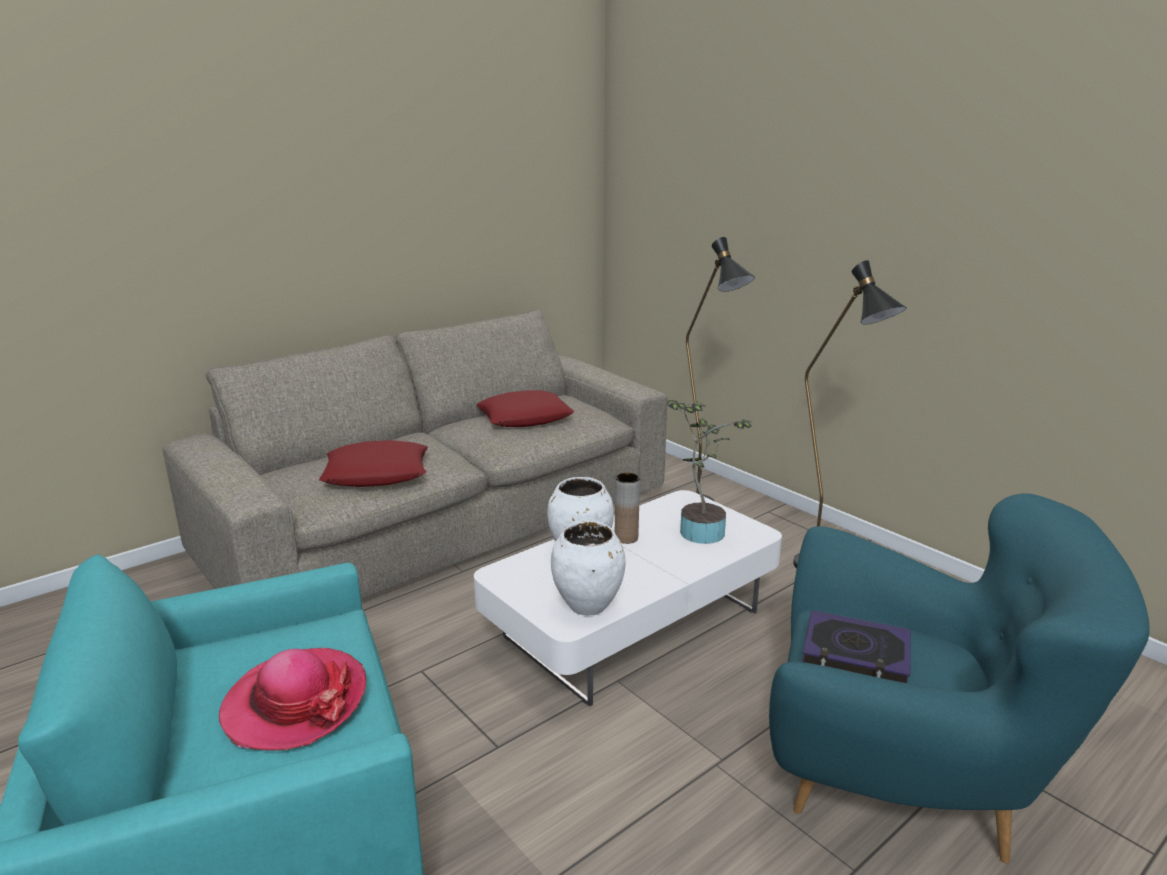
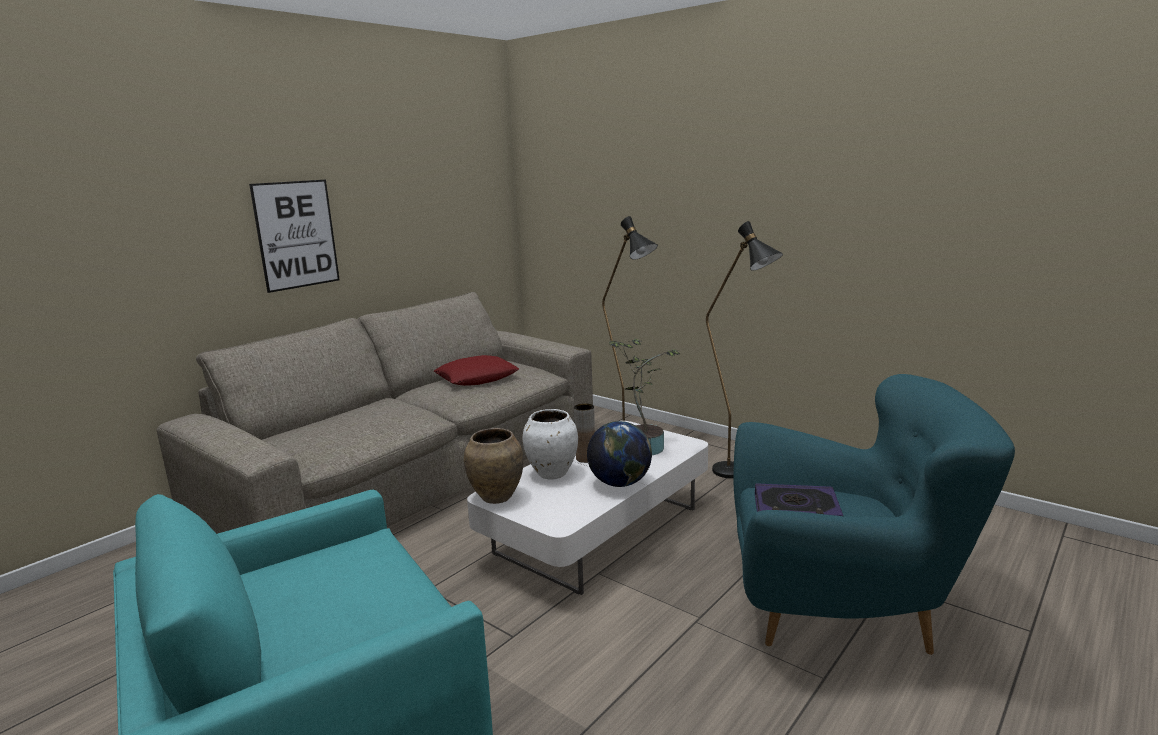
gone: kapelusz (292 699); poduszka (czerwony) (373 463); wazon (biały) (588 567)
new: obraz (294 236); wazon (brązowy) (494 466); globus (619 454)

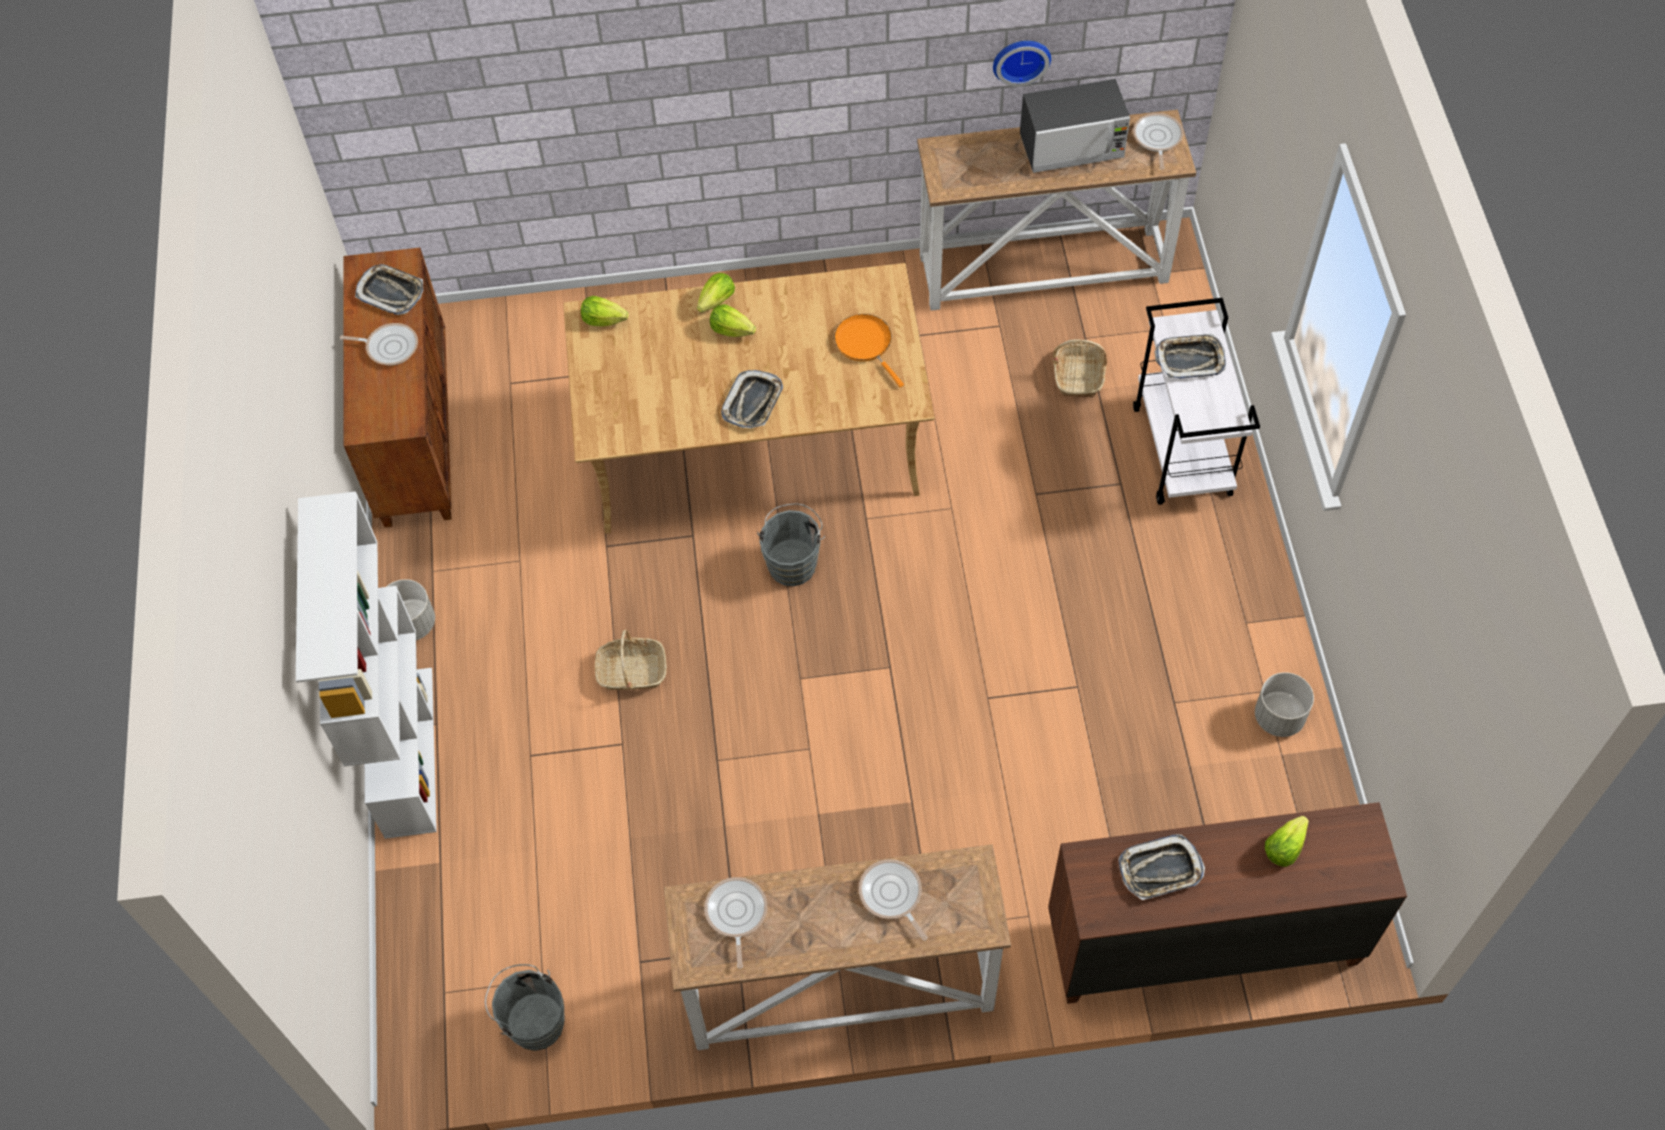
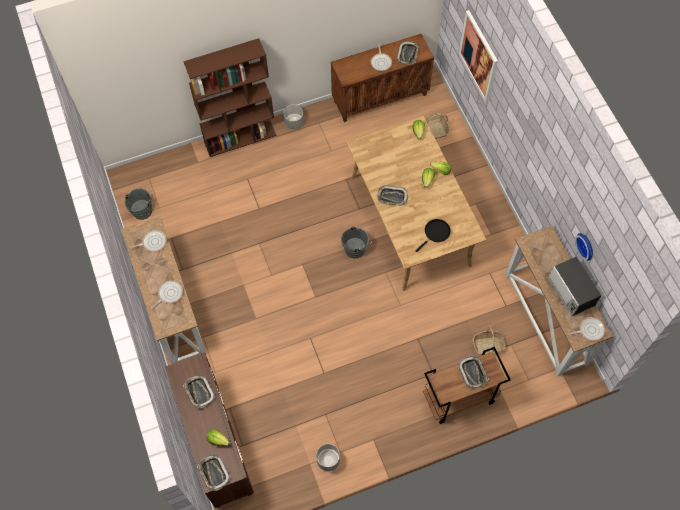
new: taca (213 472); obraz (478 56)
shifted: koszyk (631 660) to (437 126)
repainted: regał (biały) (366 665) to regał (brązowy) (229 97); patelnia (pomarańczowy) (869 350) to patelnia (czarny) (433 235); wózek (biały) (1196 401) to wózek (brązowy) (467 385)

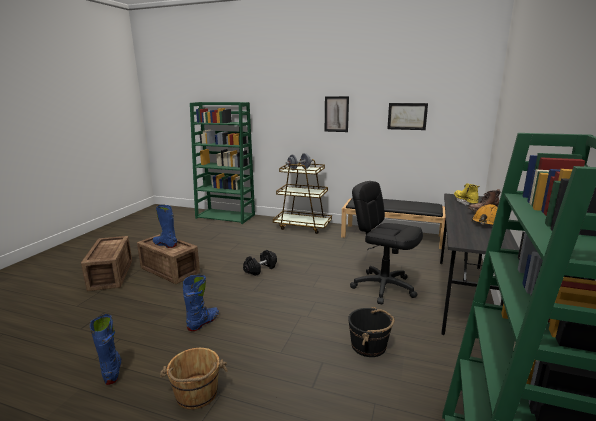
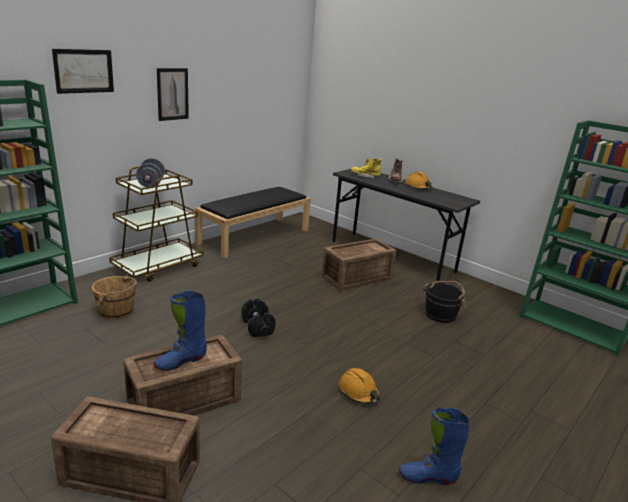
shifted: obraz (407 116) to (83 71); wiadro (brązowy) (194 379) to (114 298)
swapped: krzesło biurowe (czarny) (386 242) to skrzynka (359 265); but z cholewką (niebieski) (201 303) to kask (pomarańczowy) (359 386)

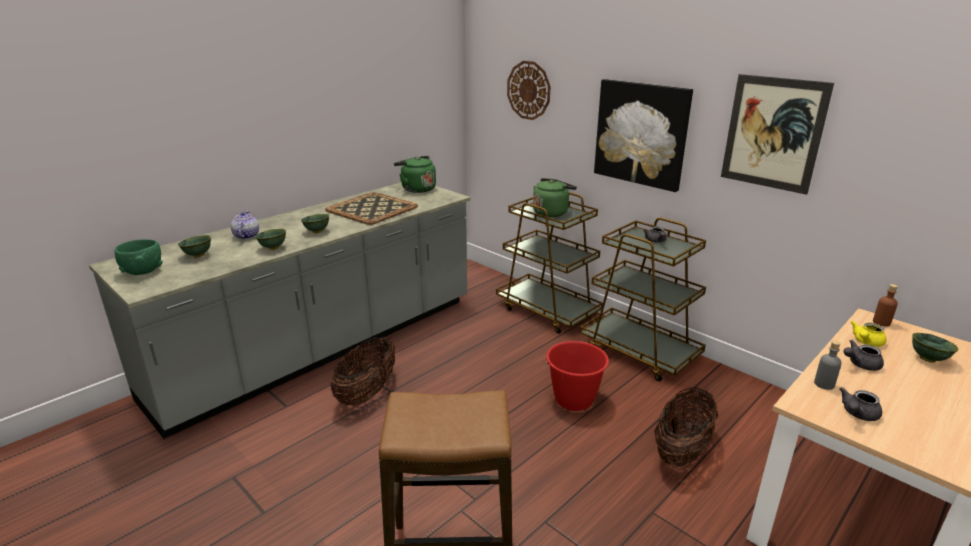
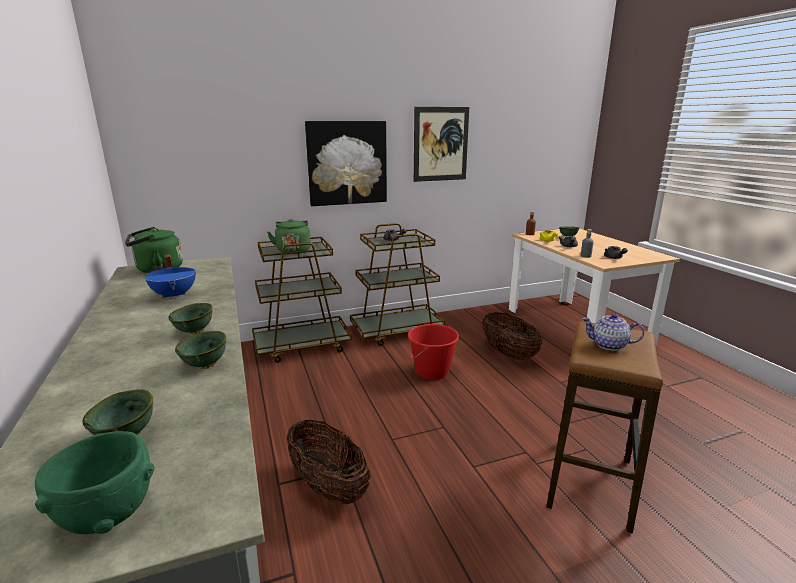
gone: zegar ścienny (528 90)
shifted: imbryk (245 225) to (613 332)
swapped: taca (371 208) to garnek (niebieski) (170 276)

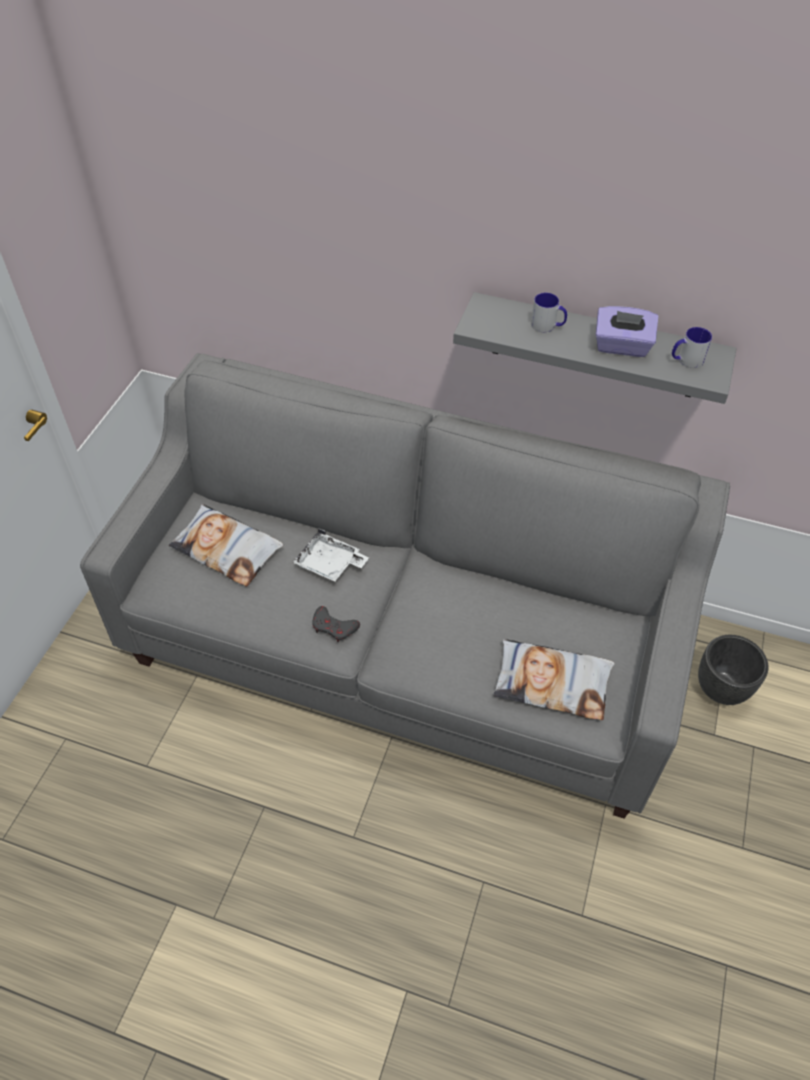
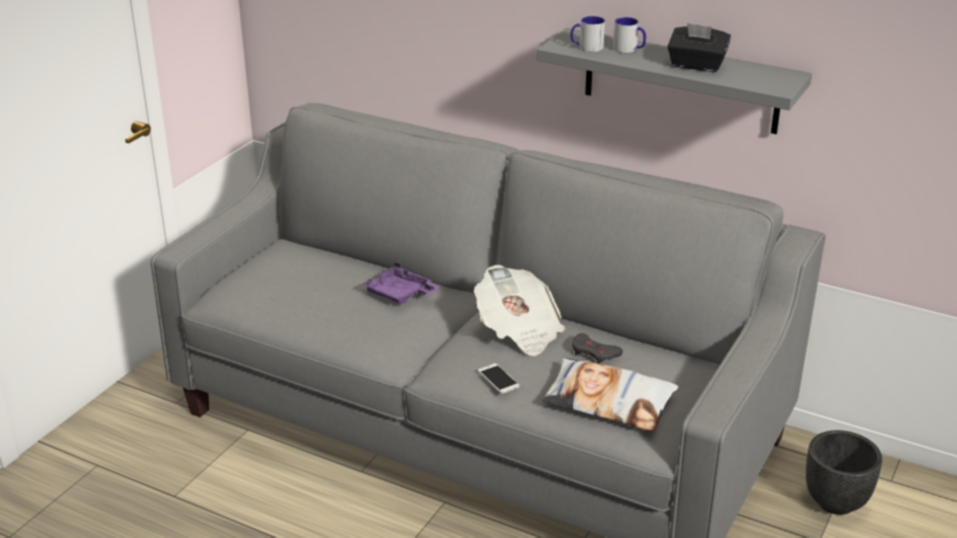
gone: poduszka (226 545)
new: gazeta (519 310); telefon (498 379)
shifted: kubek (692 347) to (588 34); pad do gier (szary) (336 624) to (597 348)
repainted: taca (biały) (331 555) to taca (fioletowy) (401 283); pudełko chusteczek (fioletowy) (627 331) to pudełko chusteczek (czarny) (699 47)

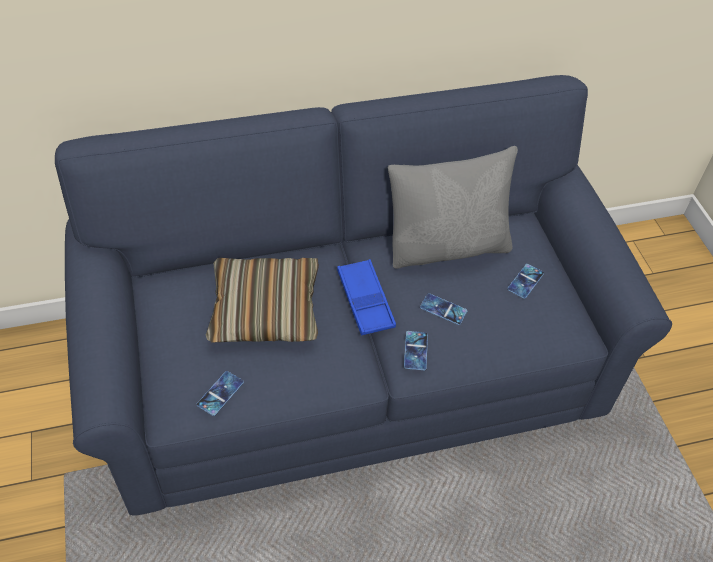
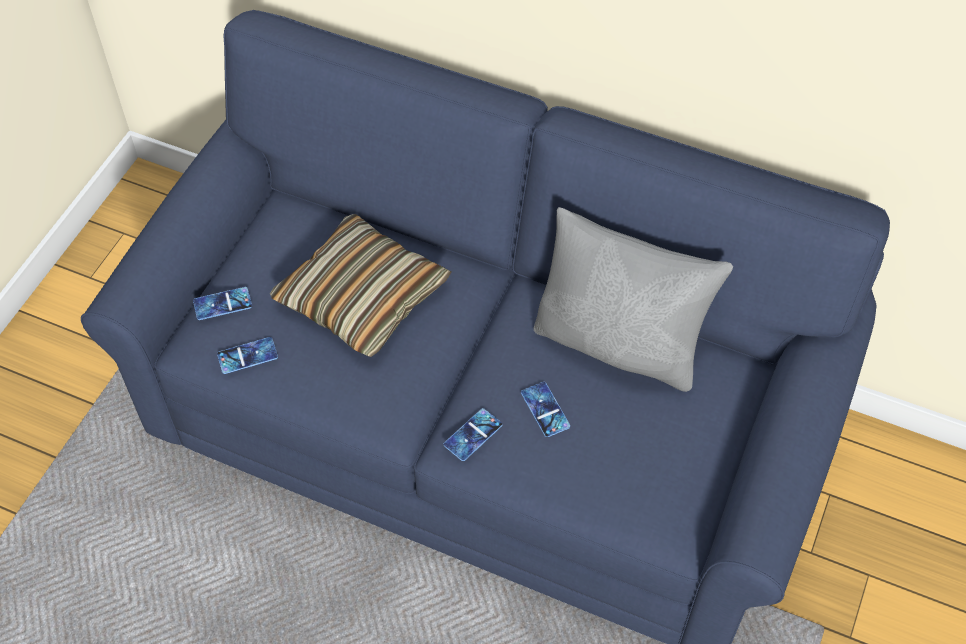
gone: taca (niebieski) (366 297)
shifted: telefon (525 281) to (222 303)

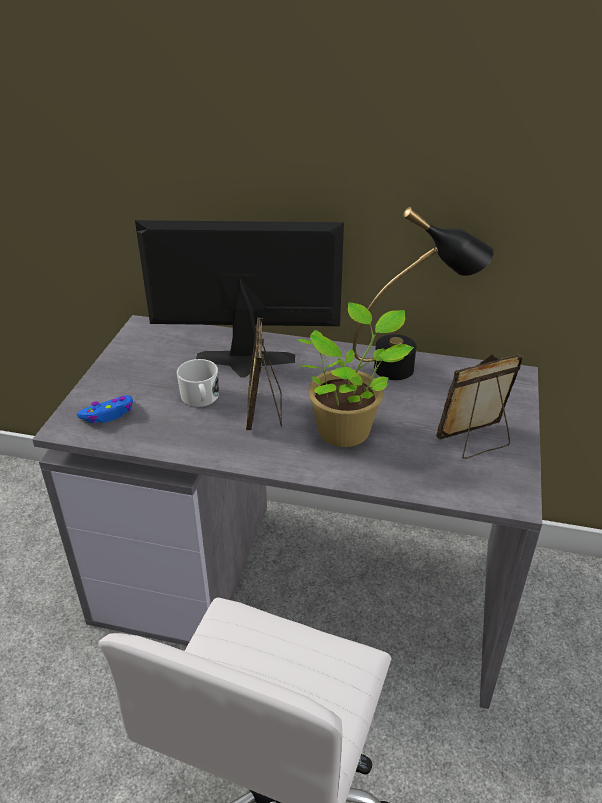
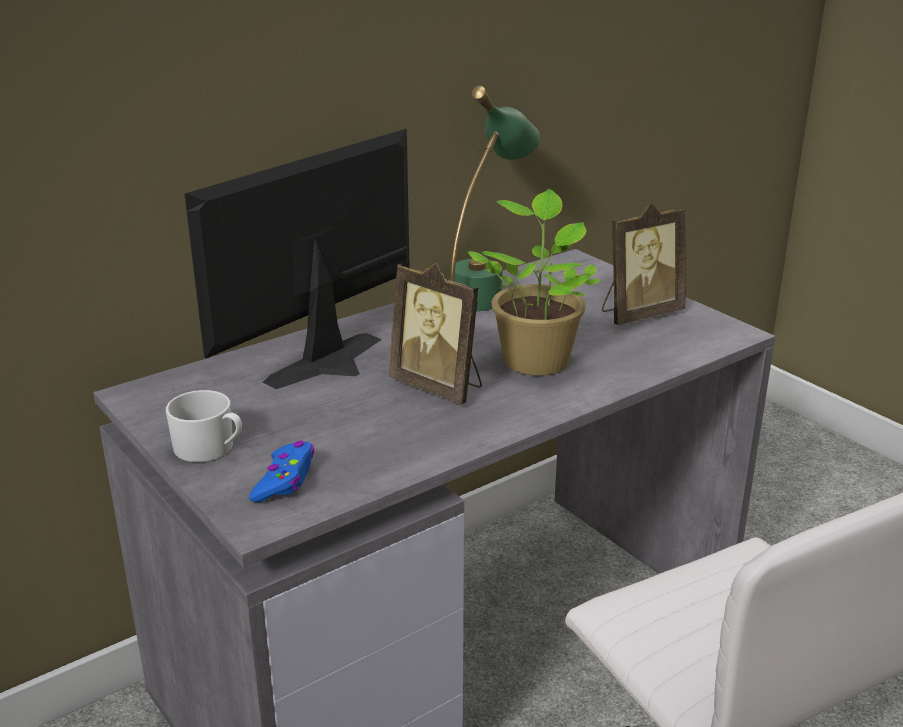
shifted: kubek (biały) (198 383) to (204 426)
repainted: lampa stołowa (czarny) (423 293) to lampa stołowa (zielony) (495 198)
rotated: ramka na zdjęcie (479 406) = (644 264) 135 degrees counterclockwise

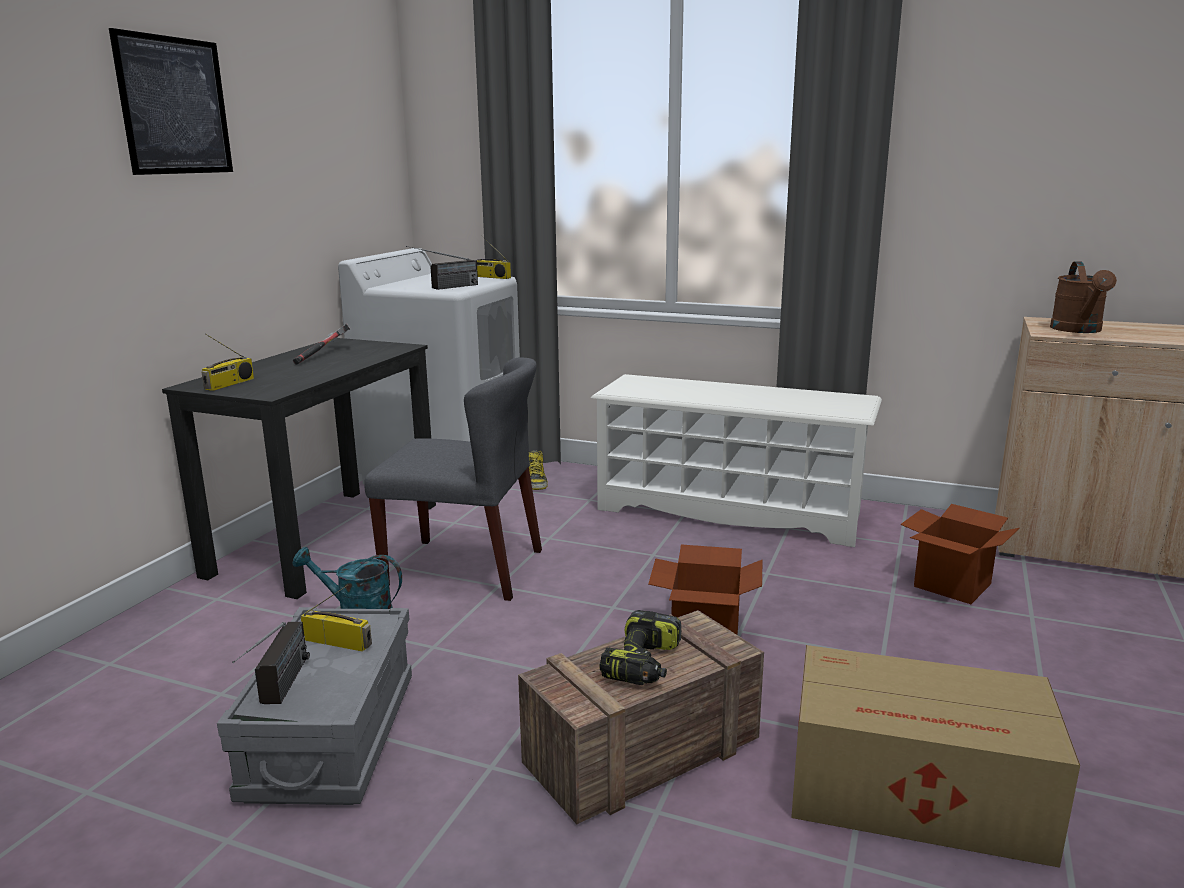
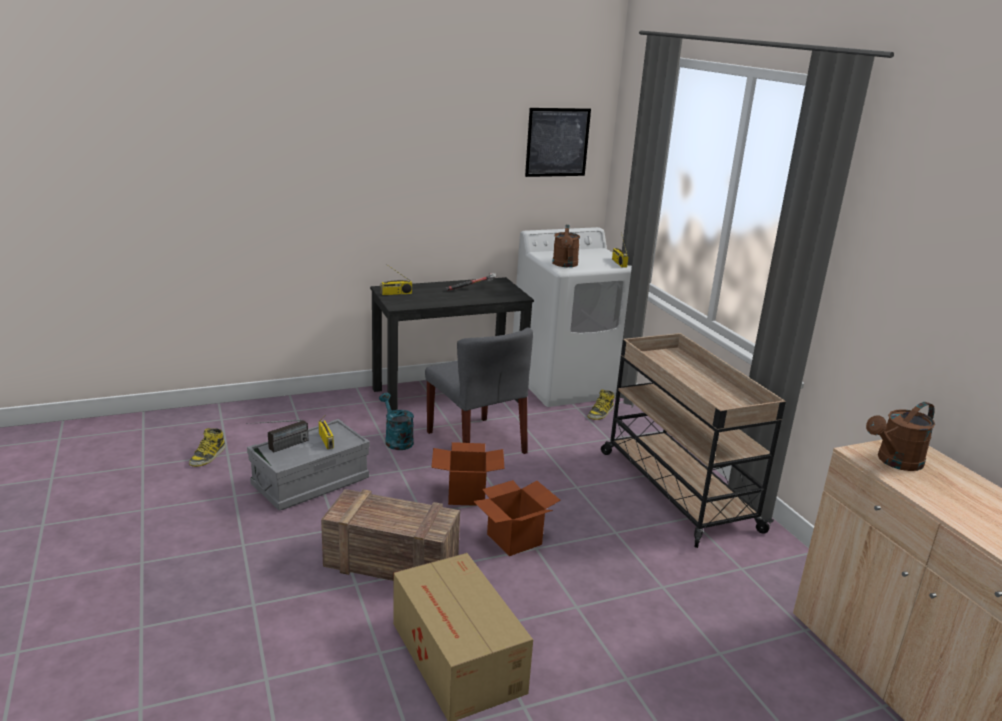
gone: wiertarka (640 647)
new: but z cholewką (207 447)
shifted: karton (960 554) to (468 474); obraz (171 101) to (558 142)
swapped: radio (442 268) to konewka (brązowy) (566 246); regał na buty (biały) (736 460) to wózek (beżowy) (693 440)

